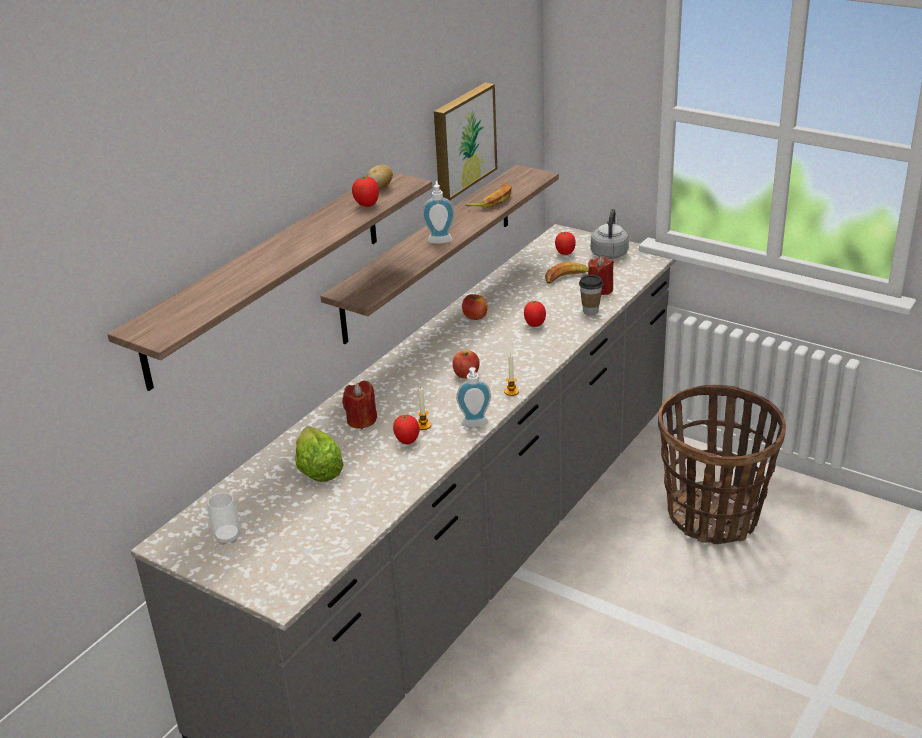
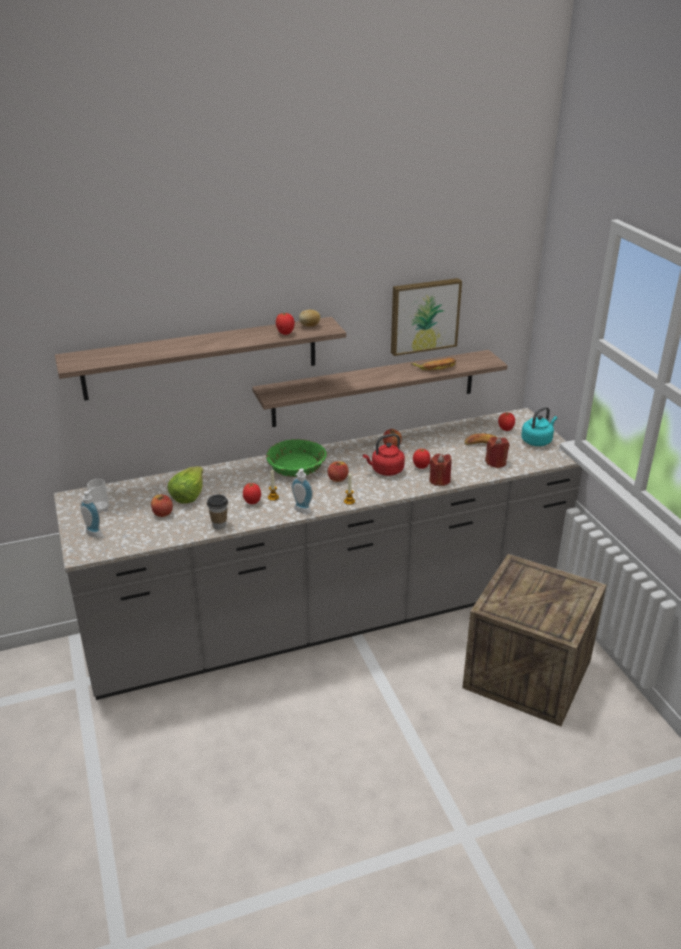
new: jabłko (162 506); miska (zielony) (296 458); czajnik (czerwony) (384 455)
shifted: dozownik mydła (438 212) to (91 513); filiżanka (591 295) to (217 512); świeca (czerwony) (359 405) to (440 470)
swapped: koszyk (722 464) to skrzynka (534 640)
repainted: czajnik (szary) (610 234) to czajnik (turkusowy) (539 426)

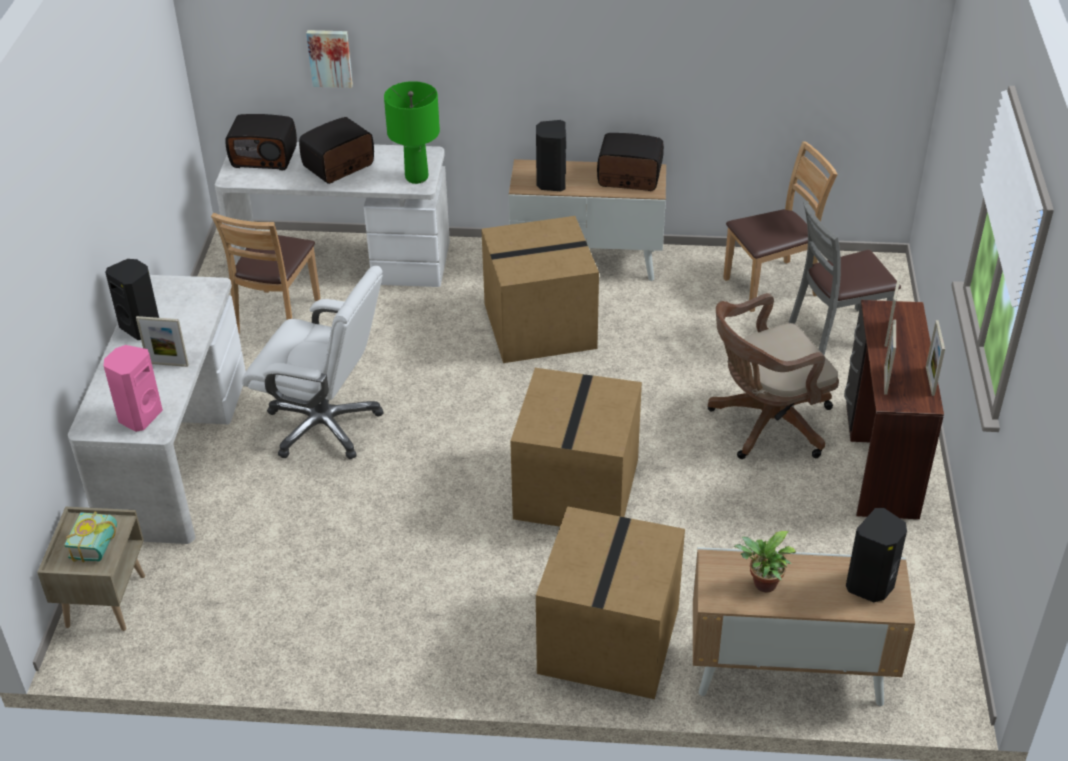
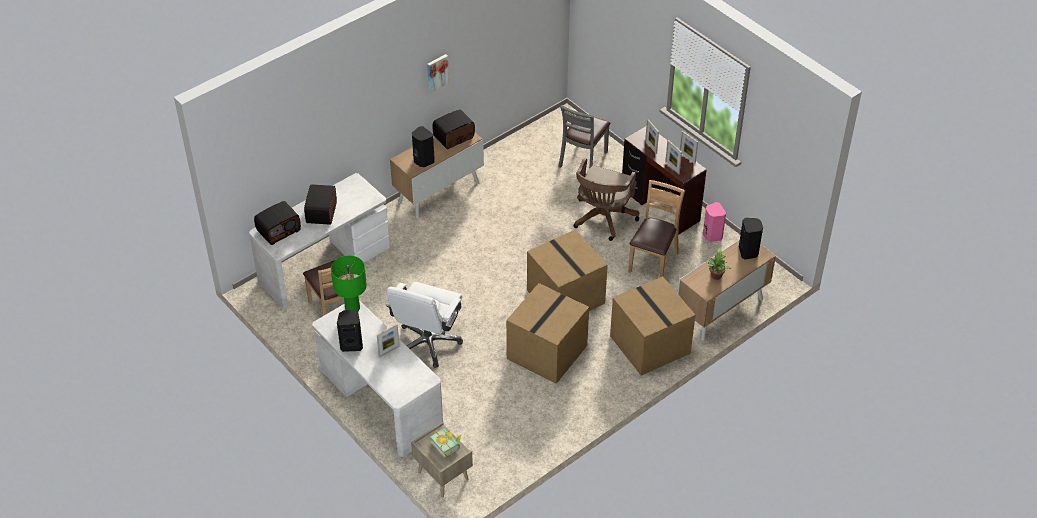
shifted: lampa stołowa (zielony) (412 132) to (349 283); obraz (329 59) to (438 73); karton (540 289) to (547 333); krzesło (brązowy) (780 226) to (656 229); głośnik (różowy) (133 388) to (714 222)
rotated: krzesło biurowe (biały) (312 362) = (424 325) 135 degrees clockwise

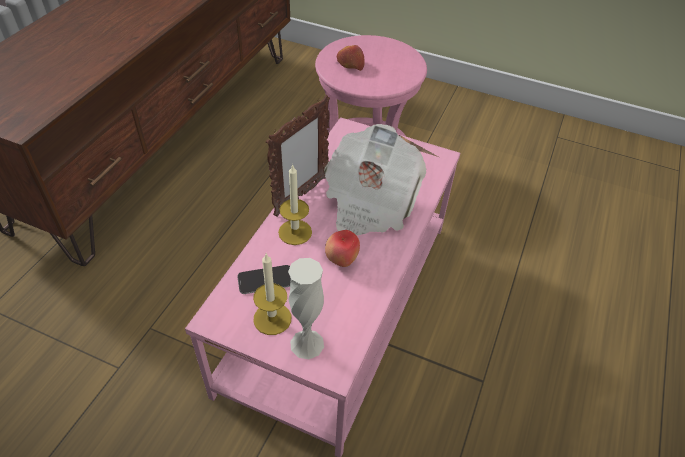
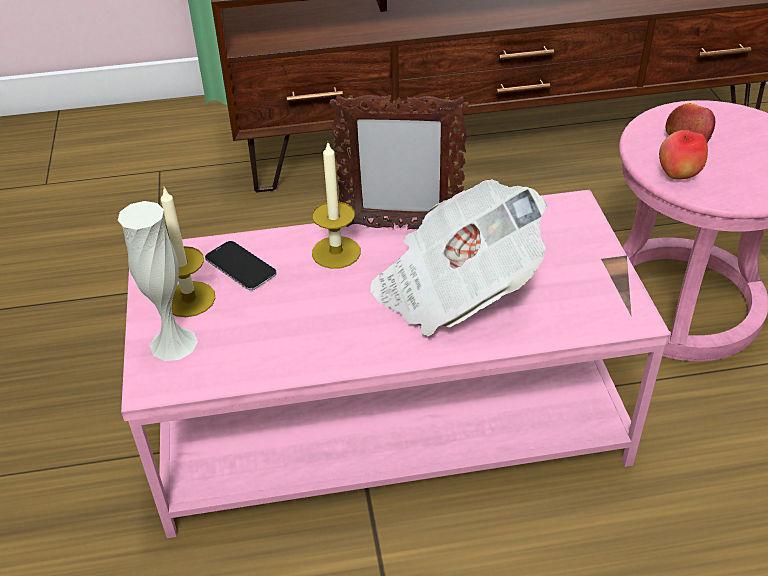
shifted: jabłko (342 248) to (683 155)

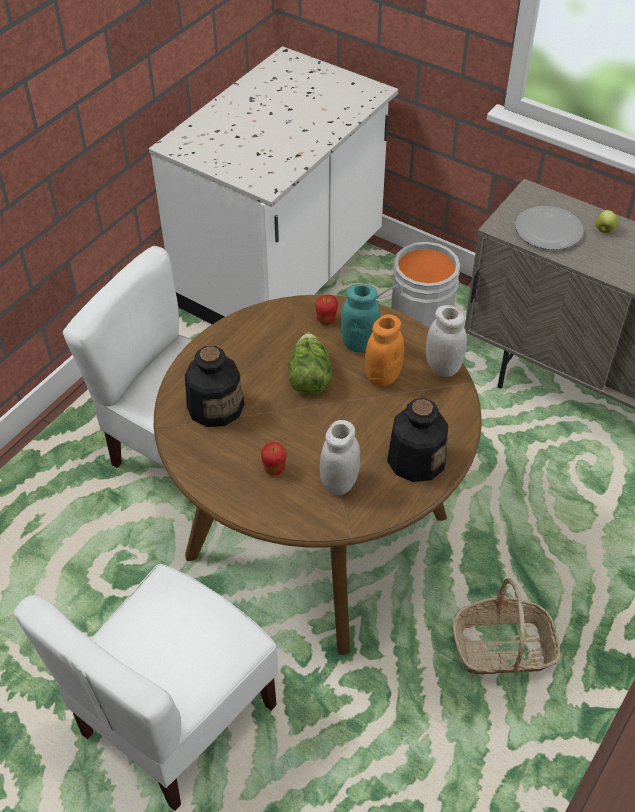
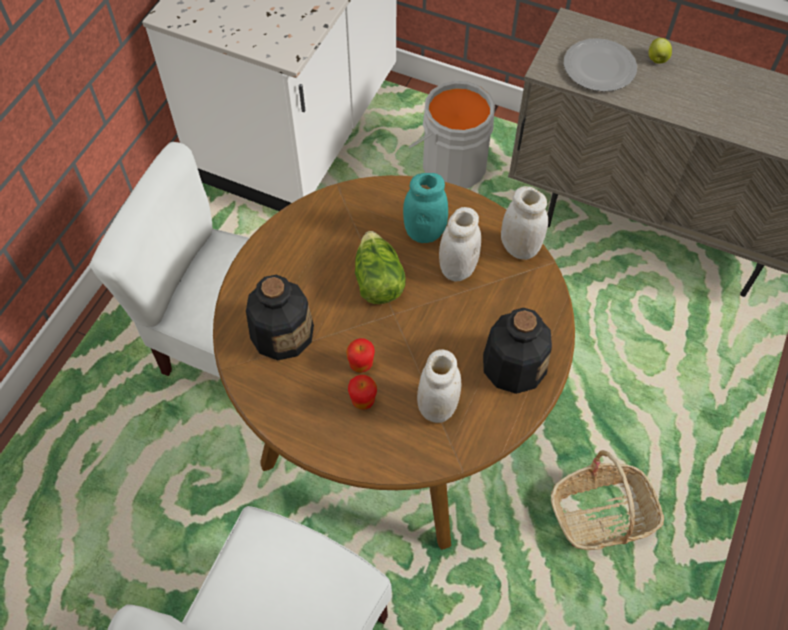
shifted: jabłko (326 310) to (360 355)
repainted: słoik (pomarańczowy) (384 350) to słoik (biały) (460 244)

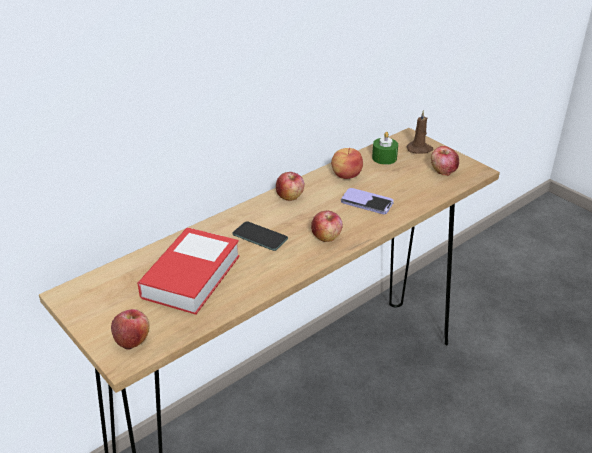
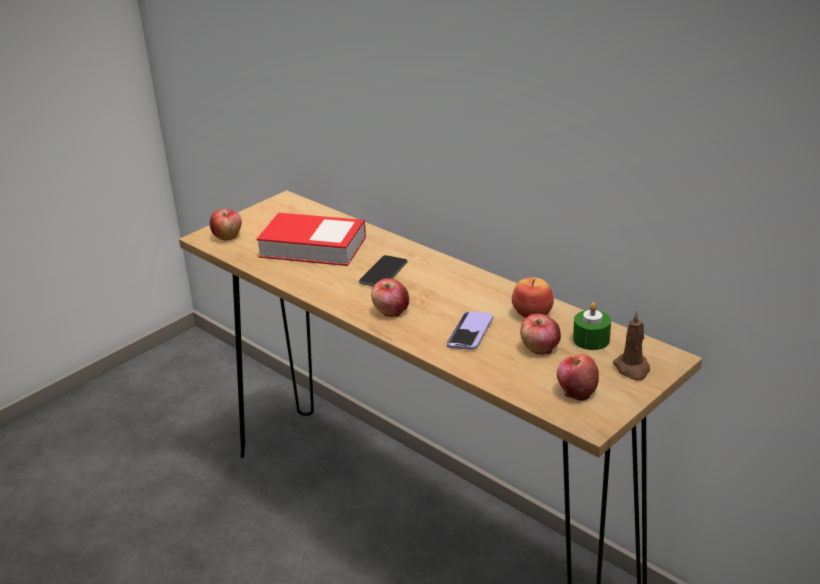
shifted: jabłko (290 186) to (540 334)

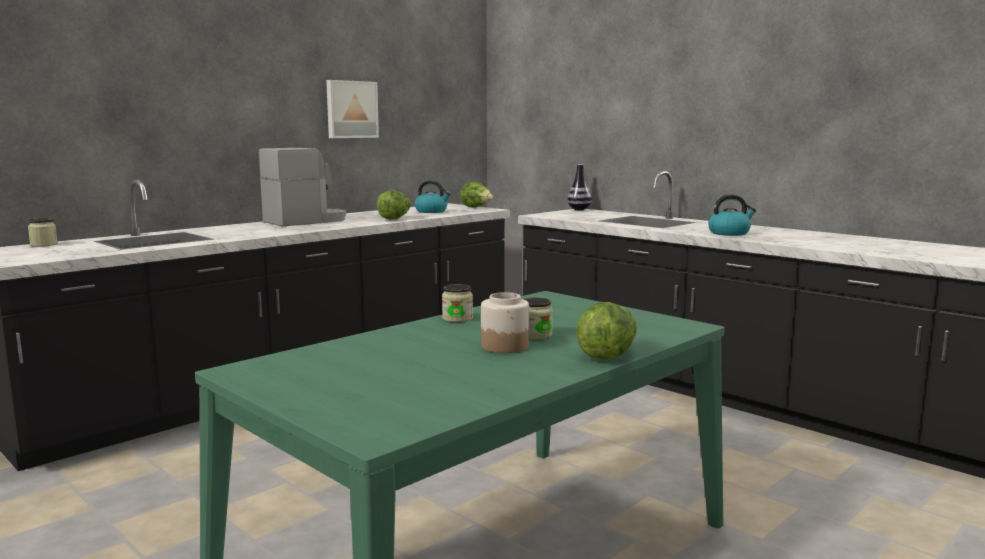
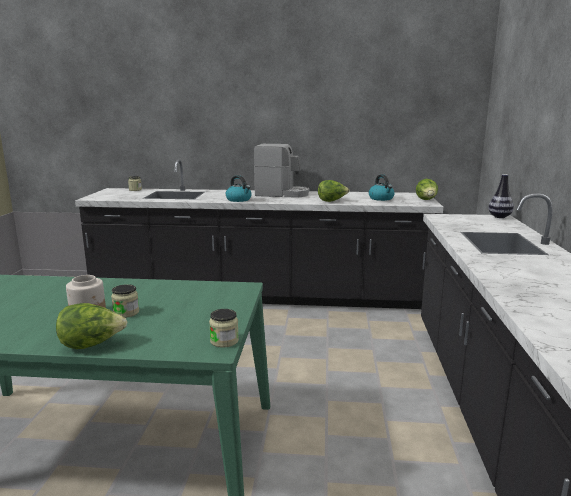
gone: obraz (352 109)
shifted: słoik (457 303) to (224 328); czajnik (732 215) to (239 188)

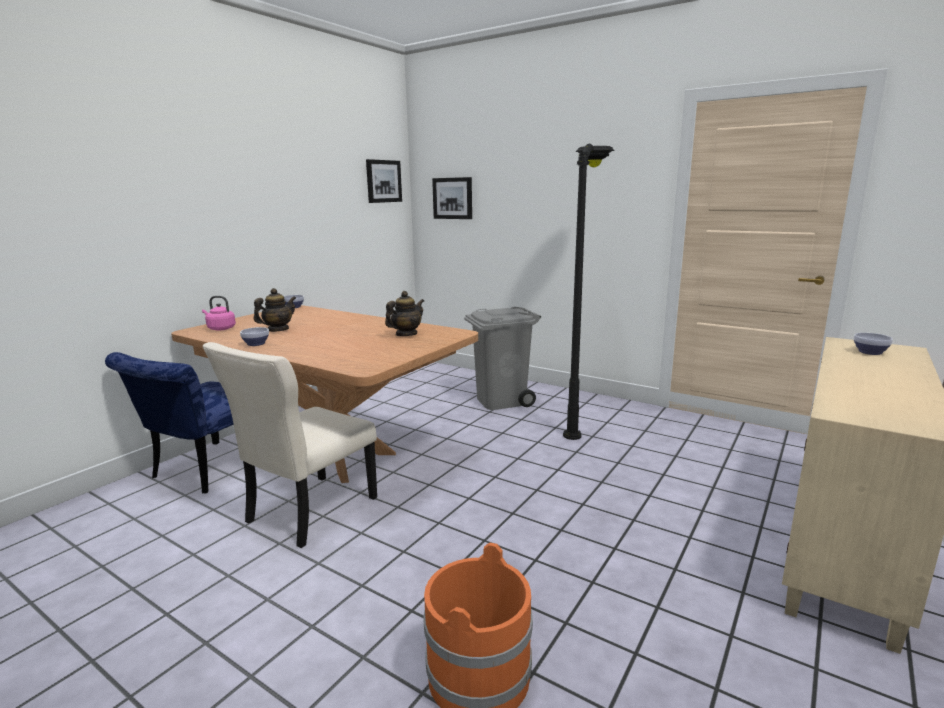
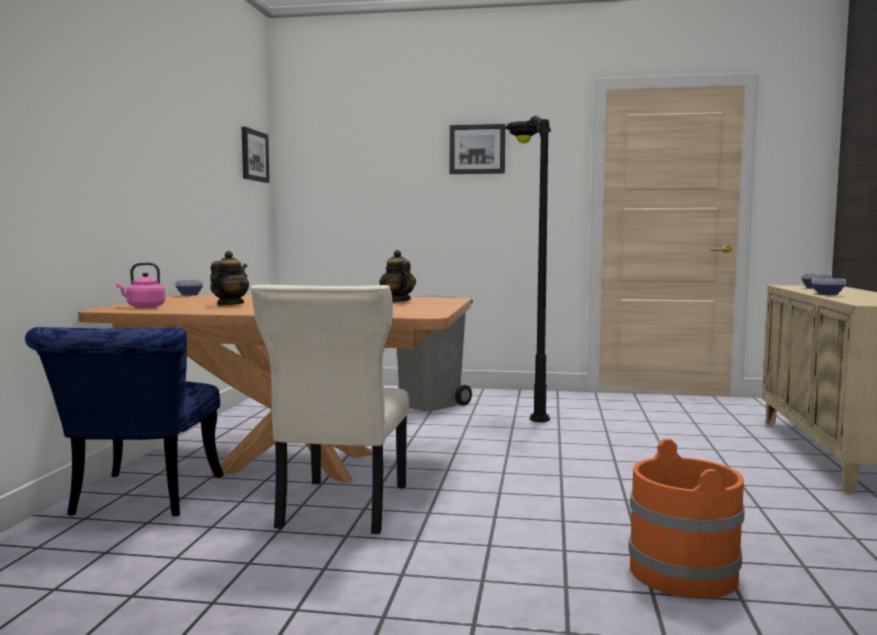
shifted: obraz (452 198) to (477 149); miska (254 336) to (829 286)
rotated: imbryk (404 313) = (397 276) 45 degrees counterclockwise

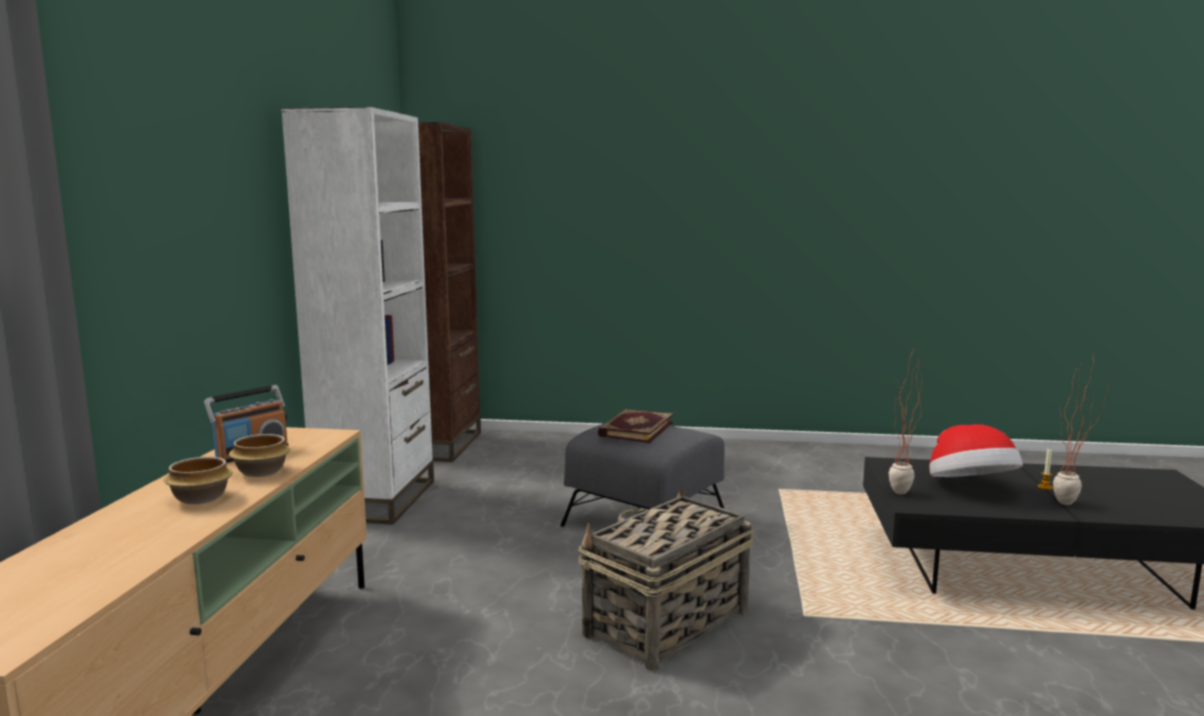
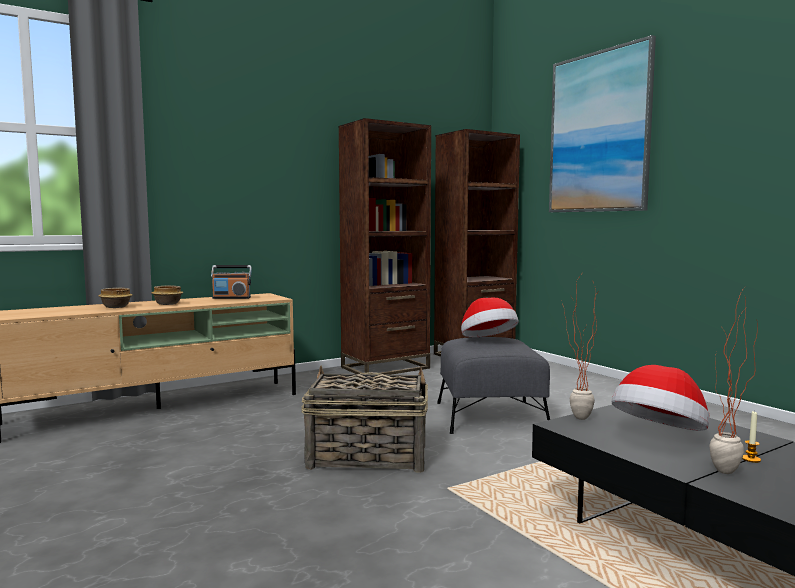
new: obraz (602 123)
shifted: miska (259 455) to (115 298)
swapped: książka (635 426) to kapelusz (490 317)
repainted: regał (biały) (357 316) to regał (brązowy) (384 246)

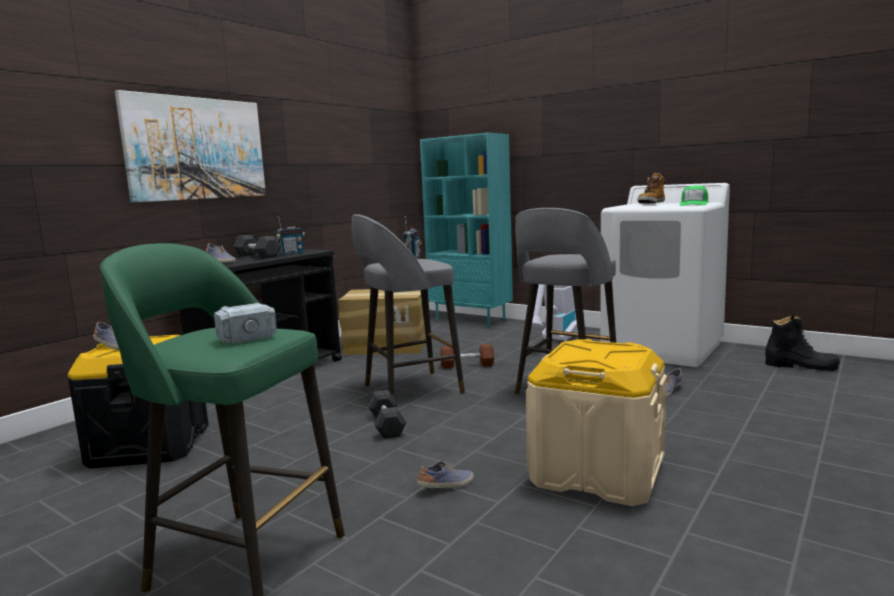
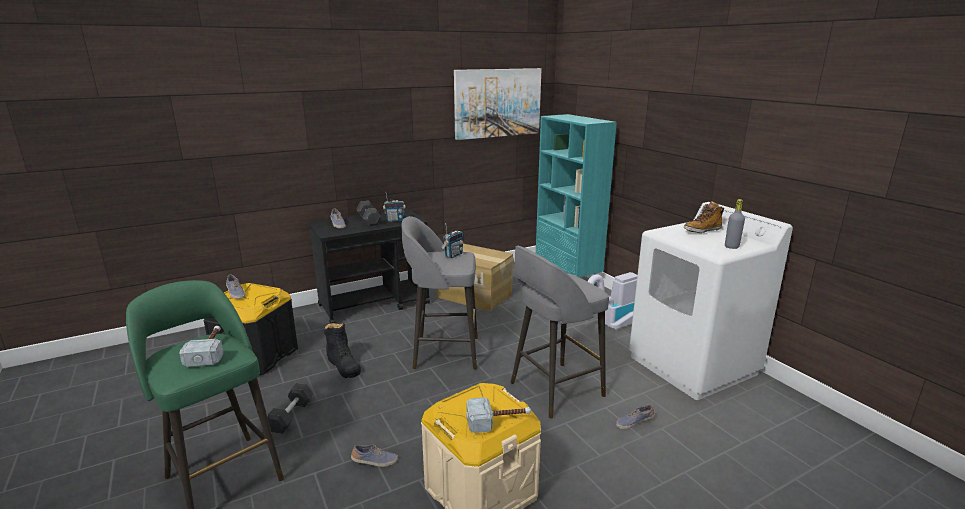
gone: hantel (brązowy) (467 356)
new: młotek (498 415)
shifted: hantel (szary) (386 414) to (290 408); but z cholewką (czarny) (802 343) to (342 350); obraz (190 146) to (497 104)
swapped: czapka z daszkiem (zielony) (694 195) to butelka (szary) (735 224)

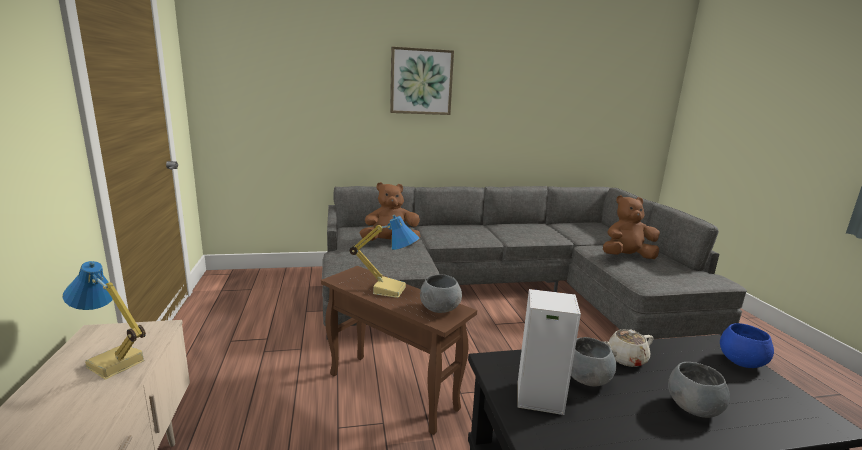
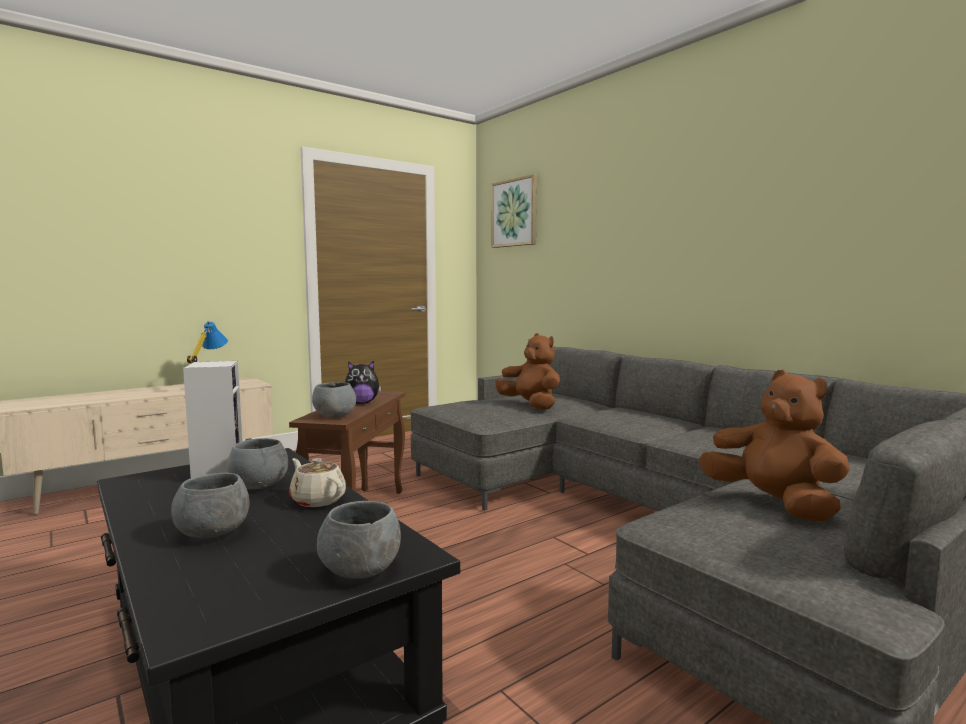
shifted: obraz (422 81) to (514 211)
swapped: lampa stołowa (384 256) to pluszak (363 382)
repainted: miska (niebieski) (747 345) to miska (szary) (359 540)

